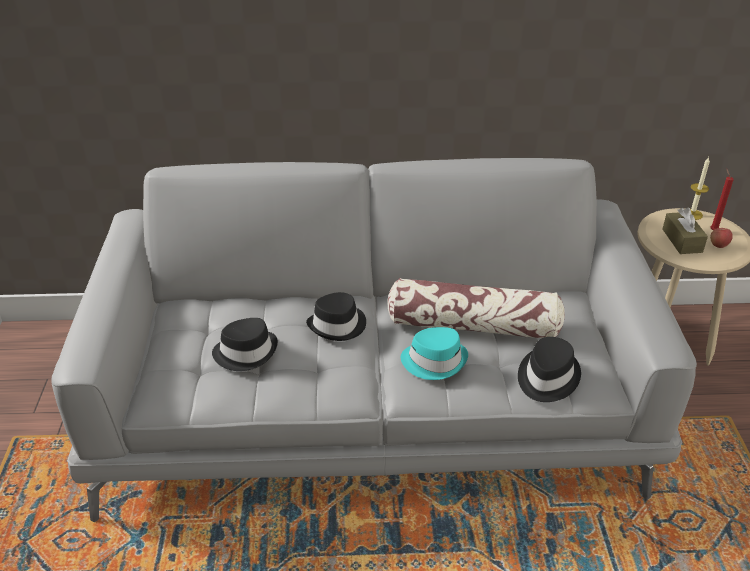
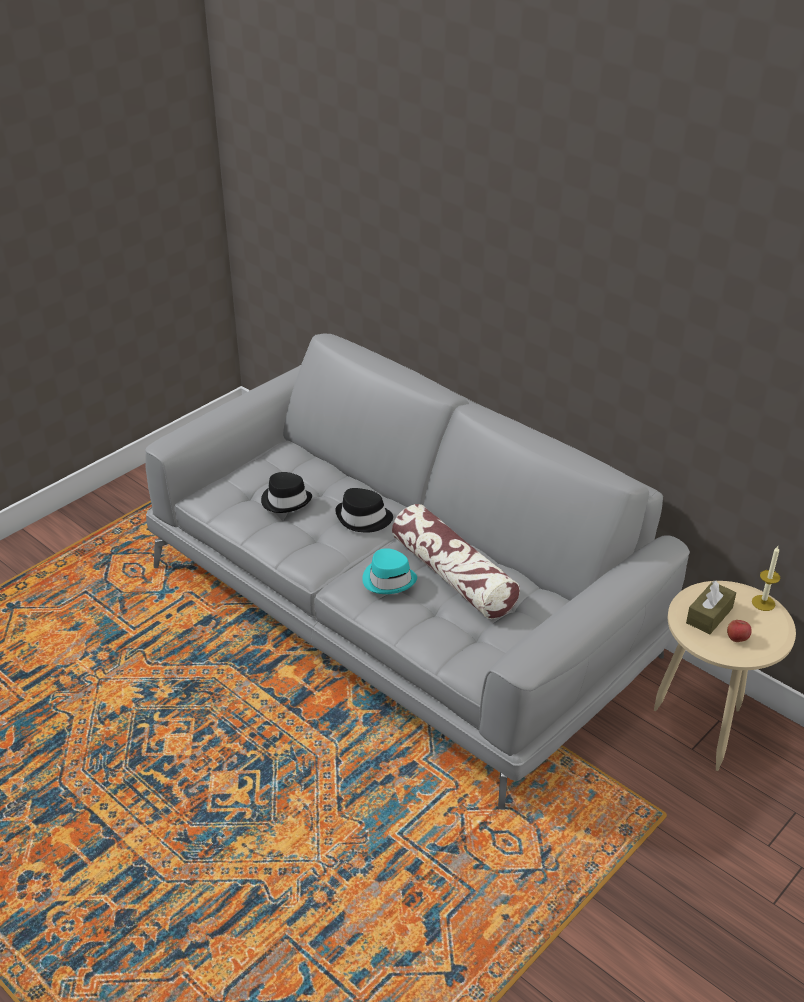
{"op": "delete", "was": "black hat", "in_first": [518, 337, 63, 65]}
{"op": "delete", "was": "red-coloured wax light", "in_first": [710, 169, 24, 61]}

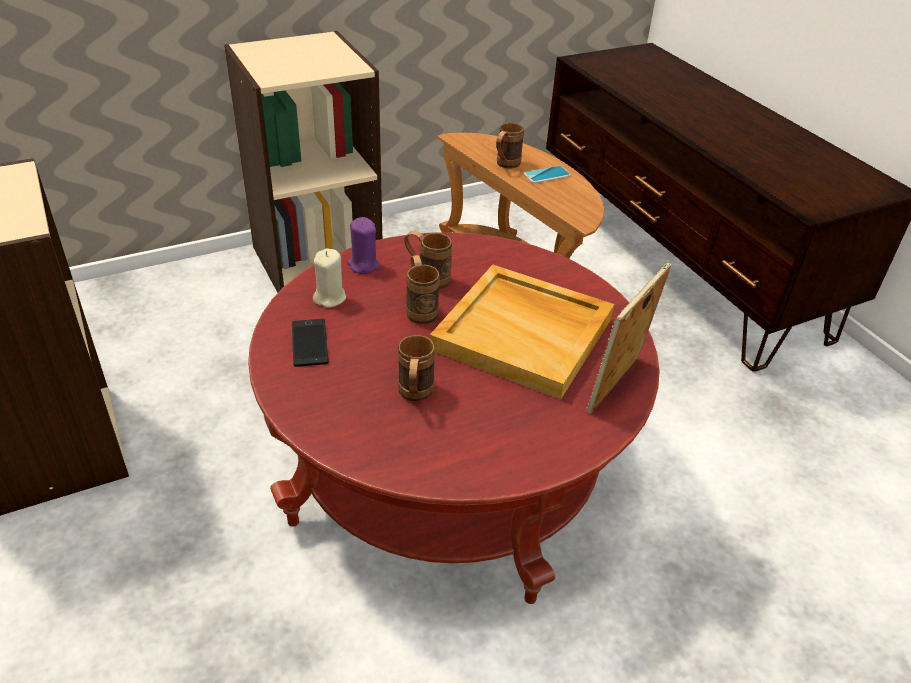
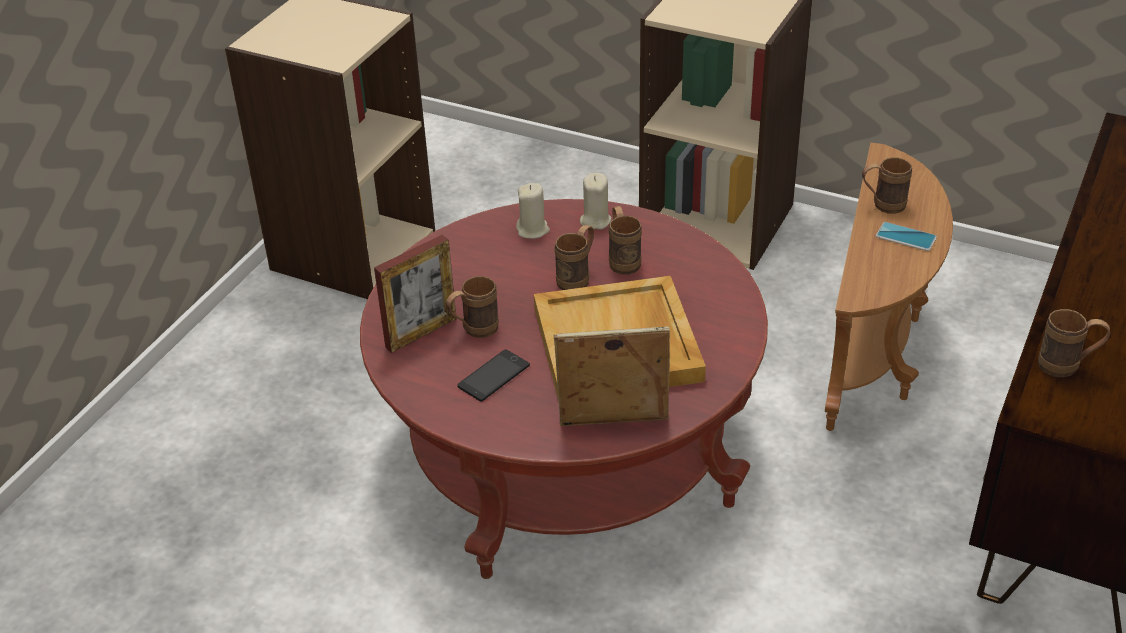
{"op": "insert", "now": "picture frame", "in_second": [374, 235, 82, 118]}
{"op": "move", "was": "phone", "in_first": [292, 319, 36, 48], "in_second": [457, 349, 73, 53]}
{"op": "recolor", "was": "purple-coloured wax light", "now": "sand-coloured wax light", "in_first": [347, 217, 33, 57], "in_second": [580, 173, 31, 57]}
{"op": "insert", "now": "brown mug", "in_second": [1038, 309, 72, 68]}

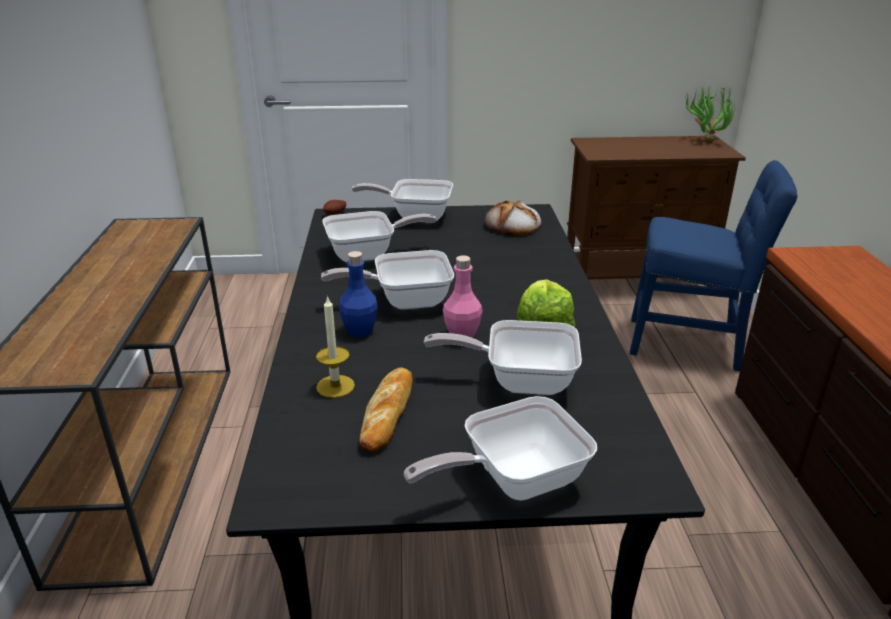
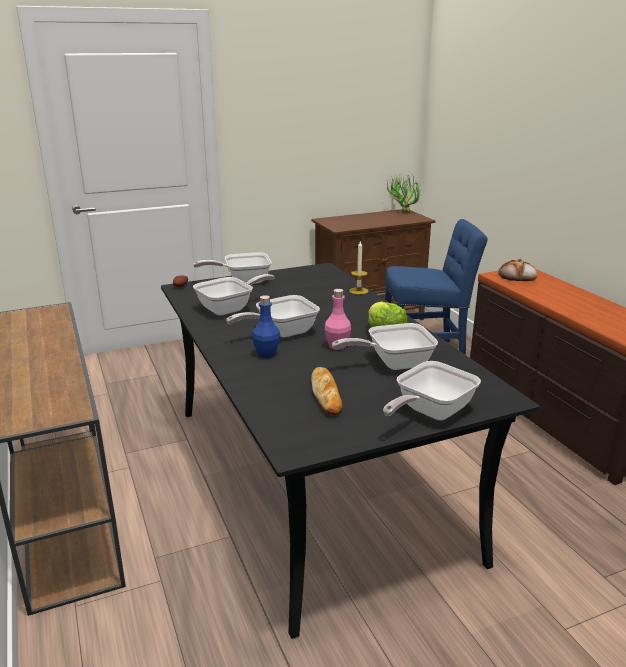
{"op": "move", "was": "wax light", "in_first": [316, 296, 39, 102], "in_second": [349, 240, 19, 55]}
{"op": "move", "was": "bakery bread", "in_first": [484, 200, 57, 36], "in_second": [498, 259, 39, 22]}

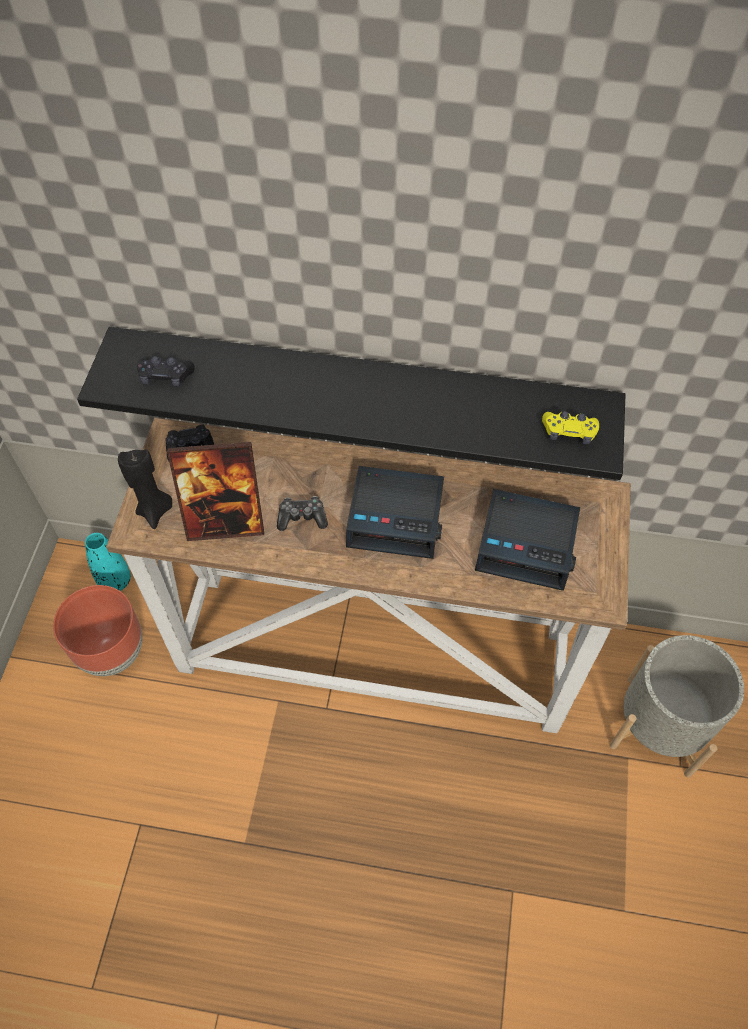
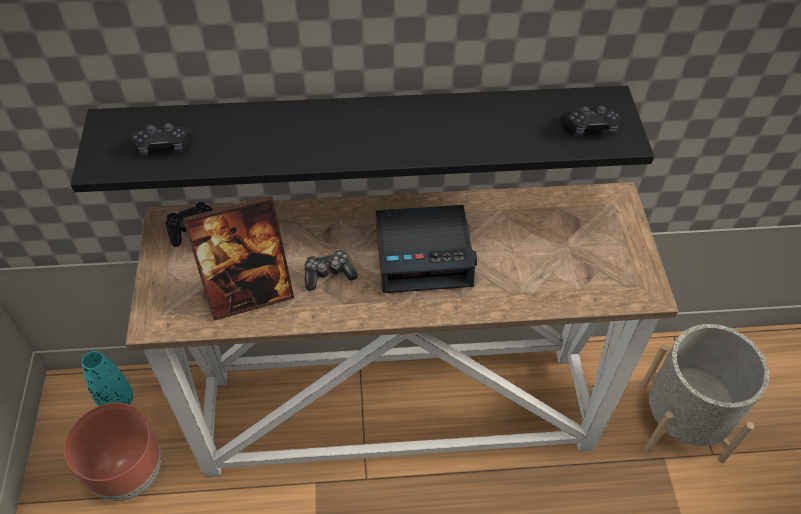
{"op": "recolor", "was": "yellowish game controller", "now": "black game controller", "in_first": [542, 411, 57, 34], "in_second": [561, 106, 60, 31]}
{"op": "delete", "was": "black wax light", "in_first": [118, 449, 54, 80]}
{"op": "delete", "was": "bedside clock", "in_first": [475, 489, 105, 102]}

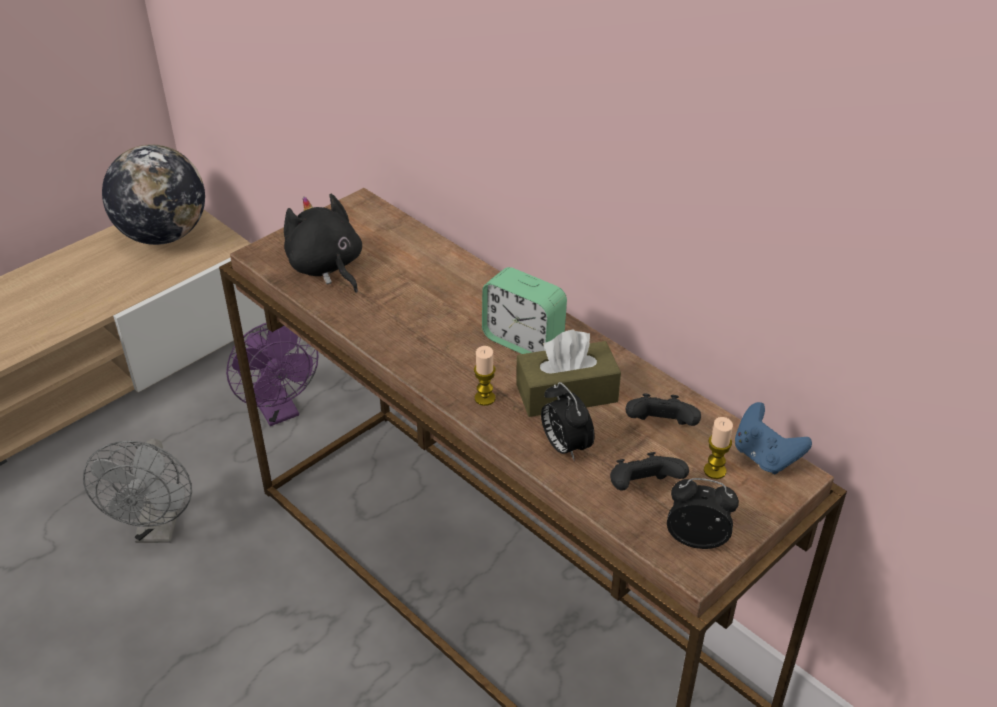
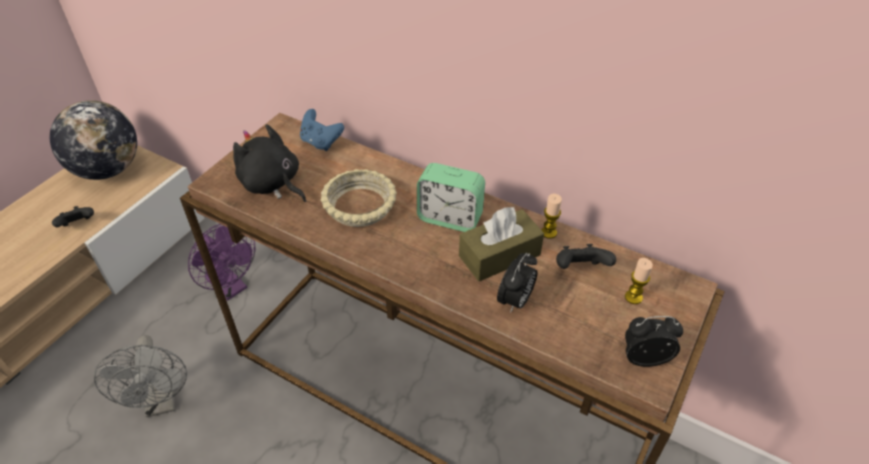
{"op": "move", "was": "black game controller", "in_first": [610, 452, 79, 39], "in_second": [52, 206, 42, 21]}
{"op": "move", "was": "bluish game controller", "in_first": [735, 402, 77, 72], "in_second": [300, 109, 44, 42]}
{"op": "insert", "now": "sand-coloured deep dish", "in_second": [321, 169, 76, 58]}
{"op": "rotate", "was": "bedside clock", "in_first": [541, 382, 54, 79], "in_second": [497, 253, 40, 60], "clockwise": -105}
{"op": "move", "was": "wax light", "in_first": [474, 346, 22, 60], "in_second": [542, 194, 20, 45]}

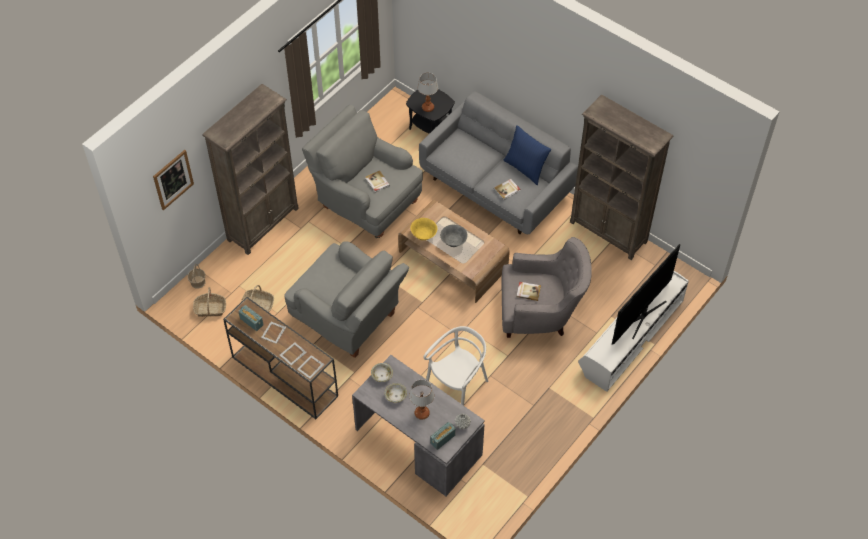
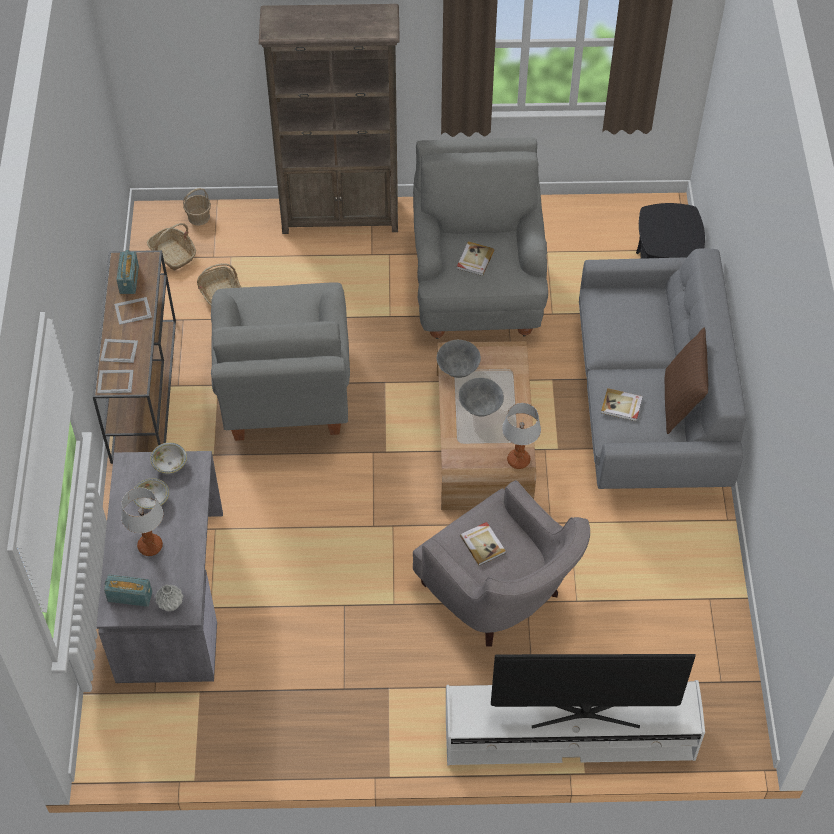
{"op": "recolor", "was": "yellowish deep dish", "now": "grey deep dish", "in_first": [410, 218, 27, 22], "in_second": [437, 340, 44, 38]}
{"op": "move", "was": "table lamp", "in_first": [418, 73, 20, 39], "in_second": [502, 403, 39, 66]}
{"op": "recolor", "was": "bluish cushion", "now": "brown cushion", "in_first": [504, 125, 47, 60], "in_second": [665, 328, 43, 106]}
{"op": "delete", "was": "wall picture", "in_first": [153, 150, 41, 60]}
{"op": "delete", "was": "white chair", "in_first": [423, 326, 65, 80]}
{"op": "delete", "was": "brown bookshelf", "in_first": [570, 95, 104, 165]}

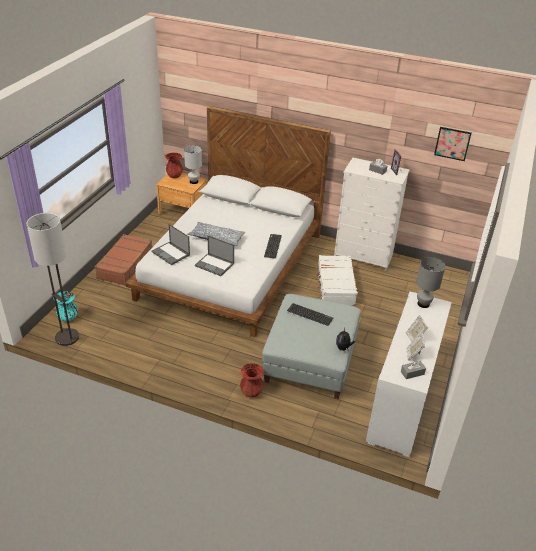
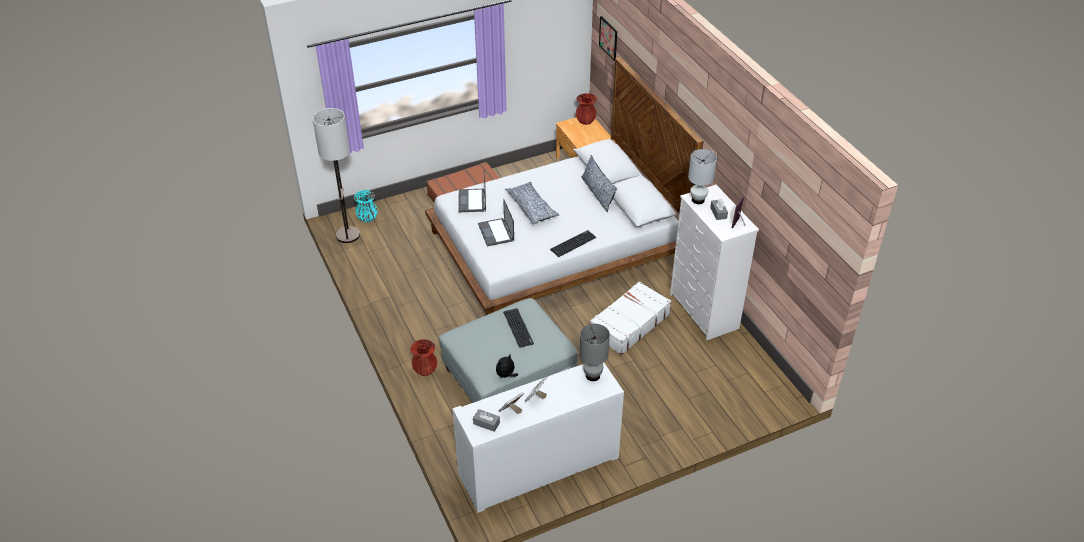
{"op": "insert", "now": "cushion", "in_second": [581, 155, 36, 57]}
{"op": "move", "was": "wall picture", "in_first": [434, 127, 38, 34], "in_second": [599, 16, 18, 45]}
{"op": "move", "was": "white table lamp", "in_first": [184, 146, 18, 38], "in_second": [688, 149, 29, 55]}

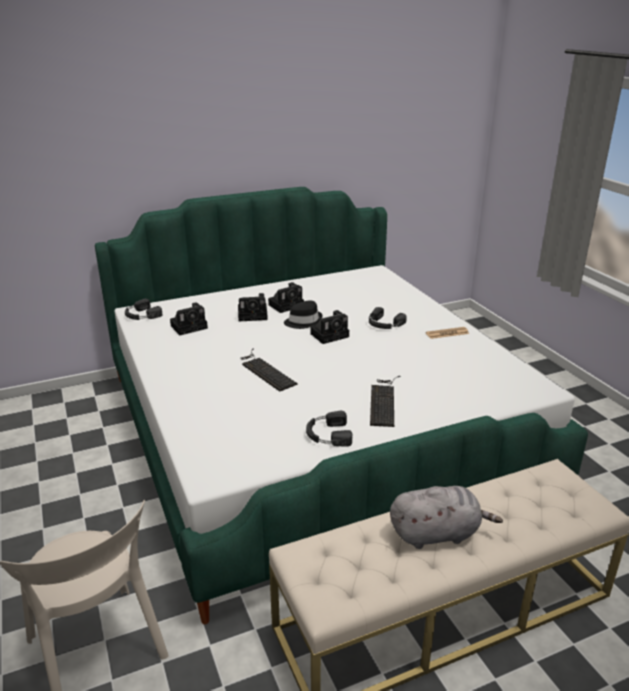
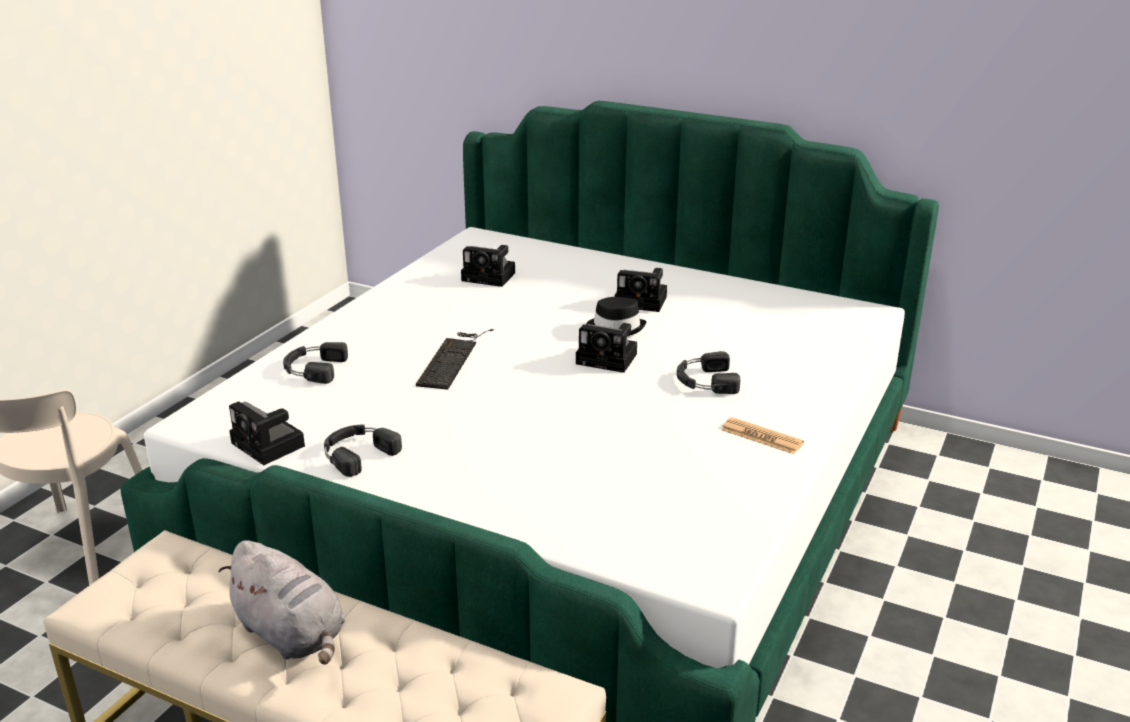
{"op": "move", "was": "still camera", "in_first": [238, 293, 30, 28], "in_second": [229, 401, 76, 64]}
{"op": "move", "was": "black headphones", "in_first": [125, 299, 37, 21], "in_second": [283, 342, 65, 42]}
{"op": "delete", "was": "keyboard", "in_first": [370, 376, 30, 51]}

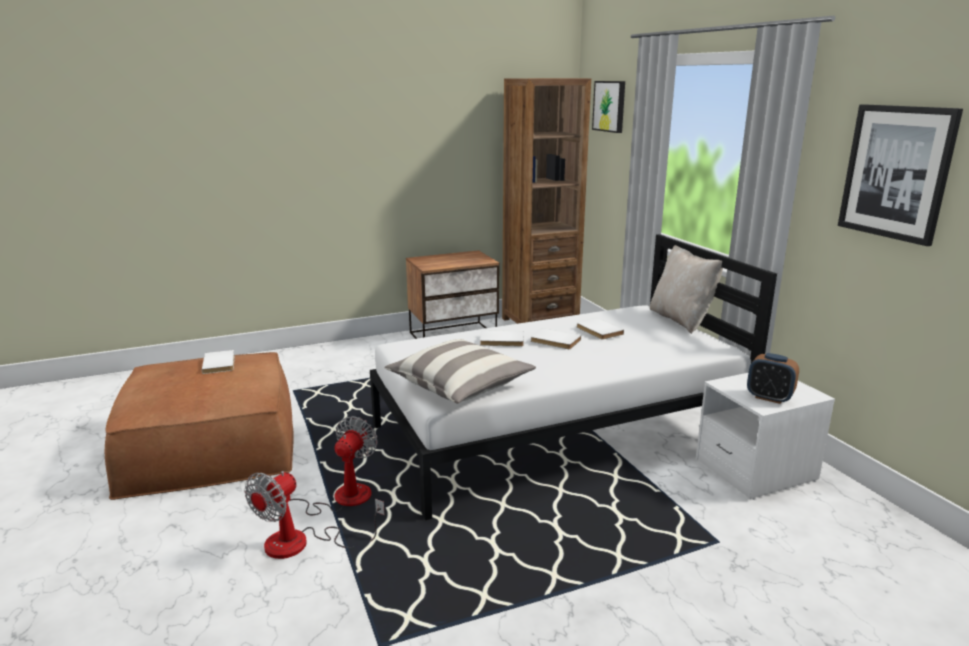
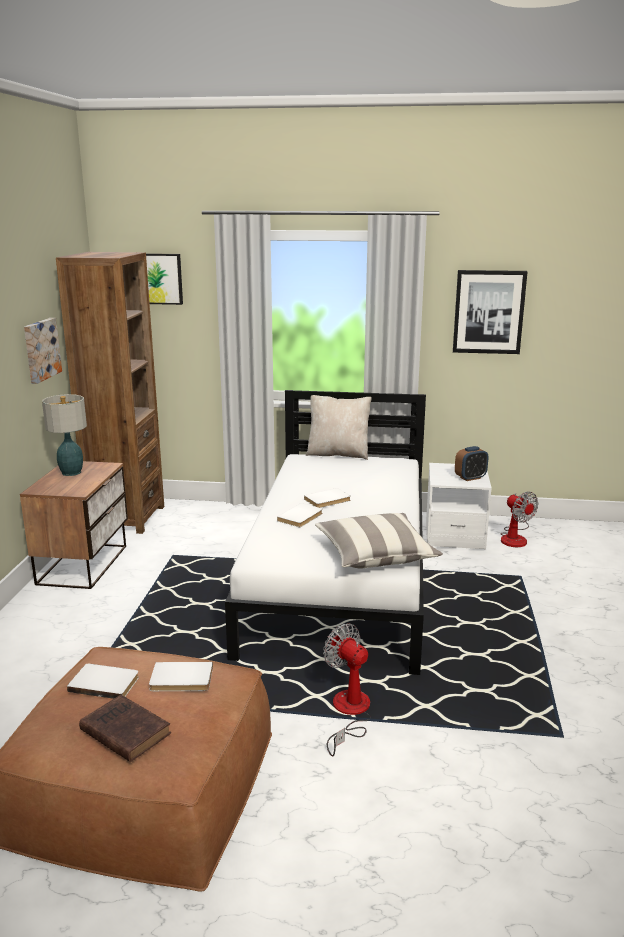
{"op": "insert", "now": "wall picture", "in_second": [24, 318, 38, 66]}
{"op": "insert", "now": "table lamp", "in_second": [42, 394, 45, 82]}
{"op": "insert", "now": "brown bound book", "in_second": [79, 695, 92, 67]}
{"op": "move", "was": "white bound book", "in_first": [577, 318, 47, 22], "in_second": [149, 662, 64, 29]}
{"op": "move", "was": "fan", "in_first": [244, 471, 141, 88], "in_second": [500, 492, 39, 55]}

